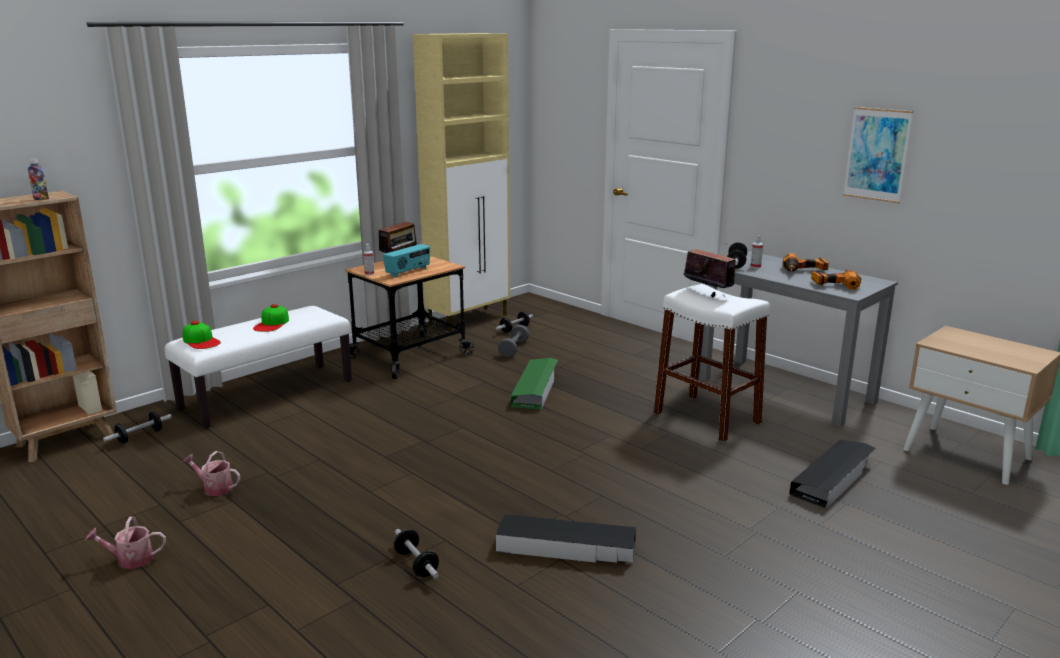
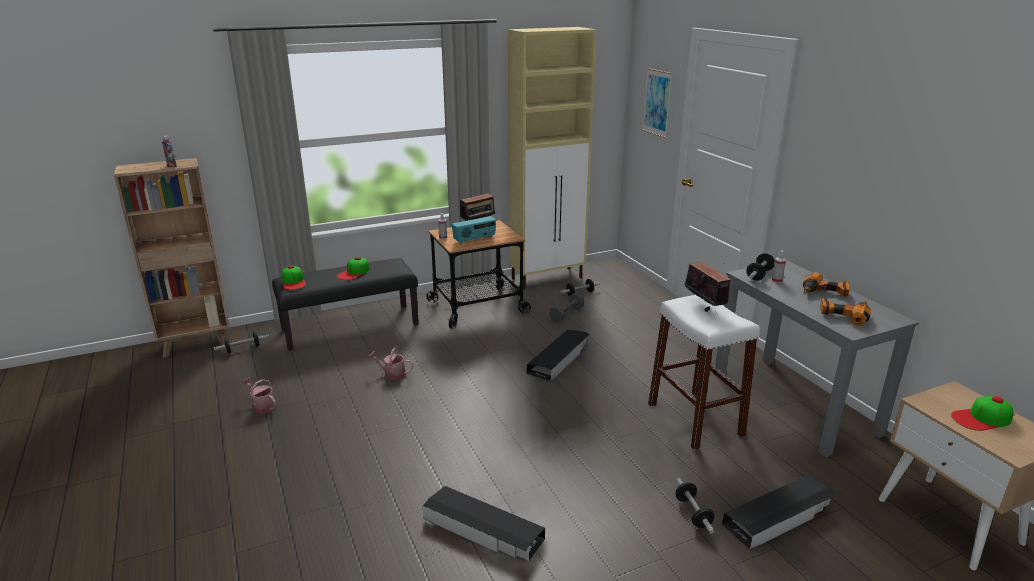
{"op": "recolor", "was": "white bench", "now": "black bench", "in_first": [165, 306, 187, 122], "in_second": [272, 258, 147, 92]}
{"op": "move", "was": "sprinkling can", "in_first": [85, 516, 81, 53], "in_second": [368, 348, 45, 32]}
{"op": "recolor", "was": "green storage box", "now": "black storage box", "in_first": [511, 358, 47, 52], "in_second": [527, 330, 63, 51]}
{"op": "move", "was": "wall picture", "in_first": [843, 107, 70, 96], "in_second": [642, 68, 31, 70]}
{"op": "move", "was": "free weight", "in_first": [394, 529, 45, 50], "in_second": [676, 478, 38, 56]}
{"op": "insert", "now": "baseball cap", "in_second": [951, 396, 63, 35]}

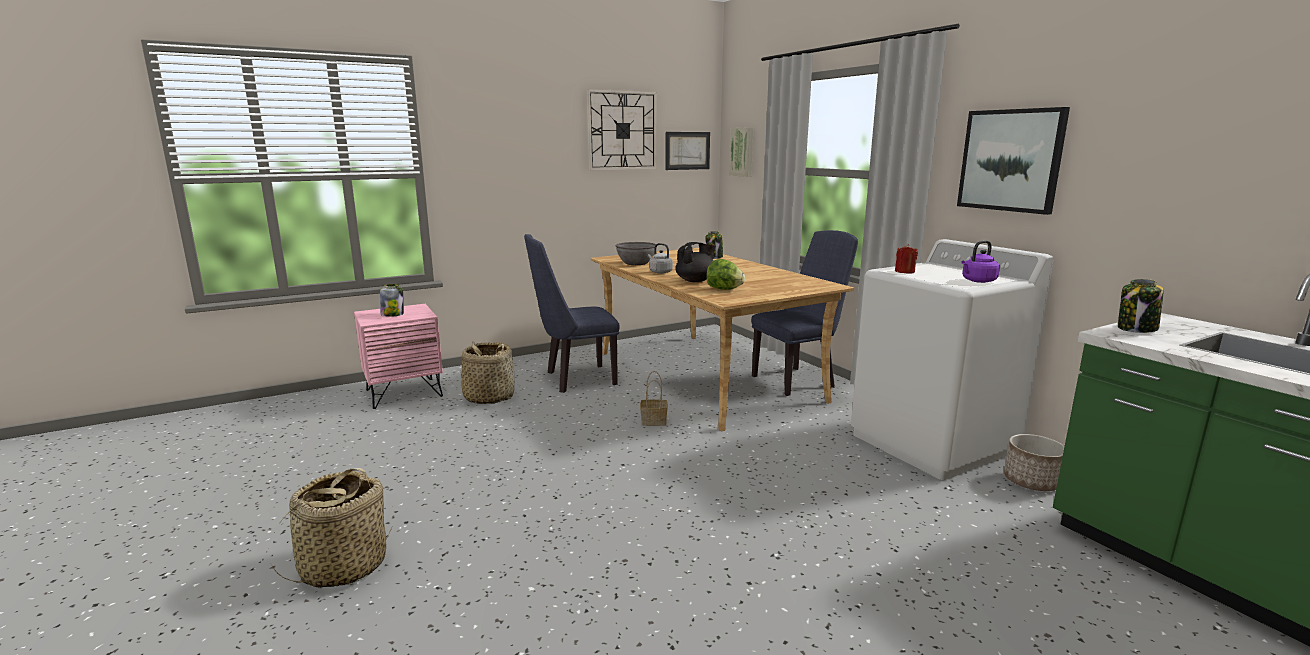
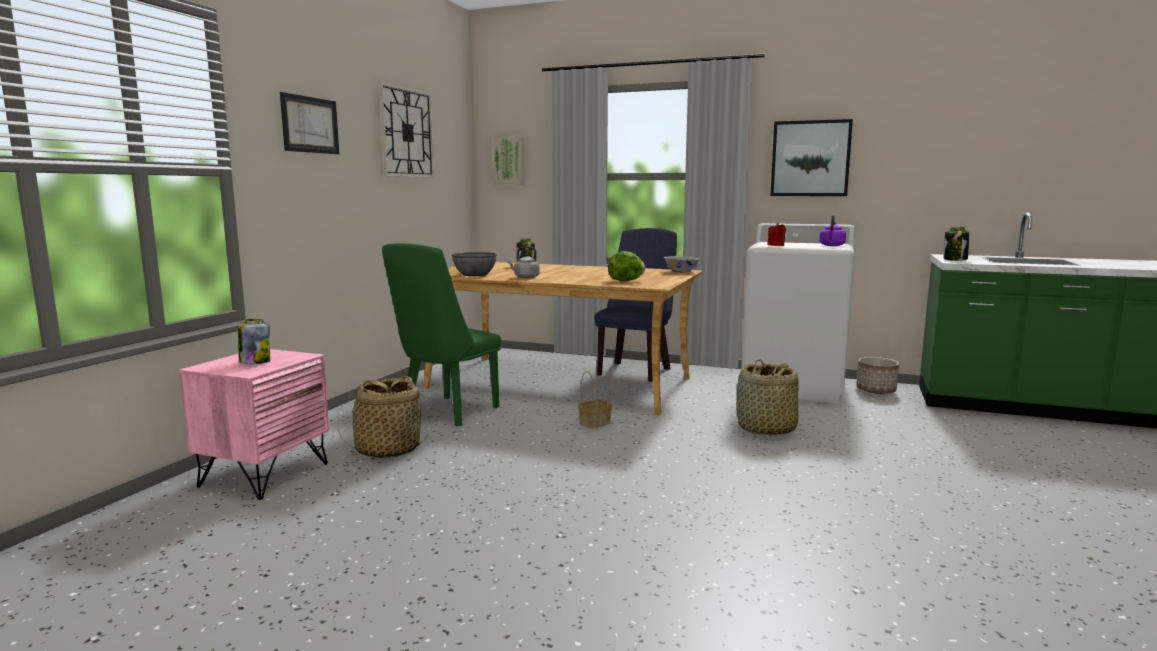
{"op": "move", "was": "wall picture", "in_first": [666, 132, 44, 38], "in_second": [280, 92, 59, 62]}
{"op": "recolor", "was": "bluish chair", "now": "green chair", "in_first": [524, 234, 96, 159], "in_second": [382, 243, 119, 183]}
{"op": "insert", "now": "white deep dish", "in_second": [664, 256, 36, 17]}
{"op": "move", "was": "storage basket", "in_first": [272, 468, 121, 120], "in_second": [737, 359, 62, 76]}
{"op": "delete", "was": "black teapot", "in_first": [675, 242, 41, 40]}

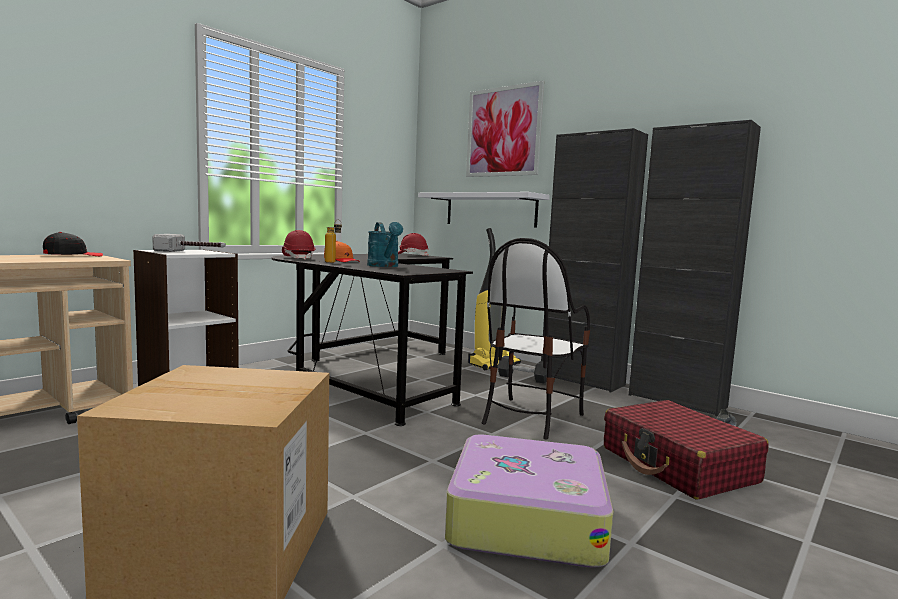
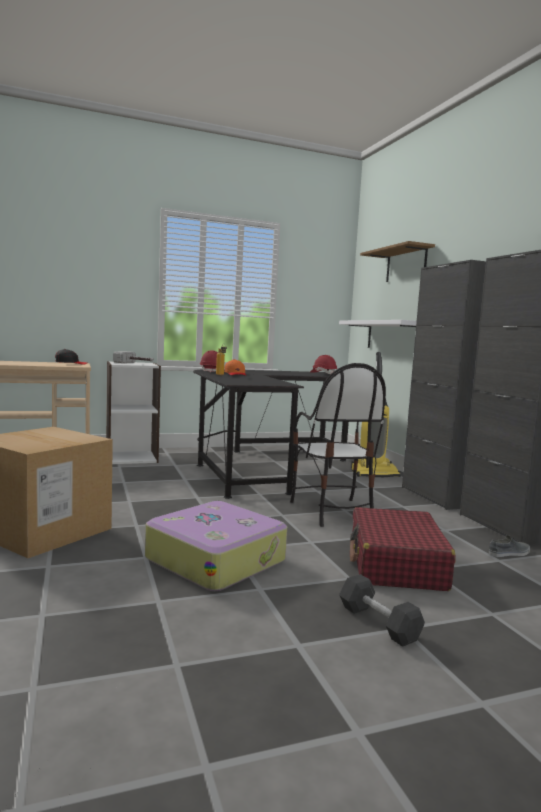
{"op": "rotate", "was": "chair", "in_first": [482, 238, 108, 202], "in_second": [290, 363, 96, 164], "clockwise": -75}
{"op": "move", "was": "black free weight", "in_first": [498, 356, 49, 27], "in_second": [339, 574, 86, 73]}
{"op": "replace", "was": "wall picture", "now": "shelf", "in_first": [466, 81, 78, 96], "in_second": [360, 241, 75, 41]}
{"op": "delete", "was": "blue-green sprinkling can", "in_first": [367, 222, 36, 45]}

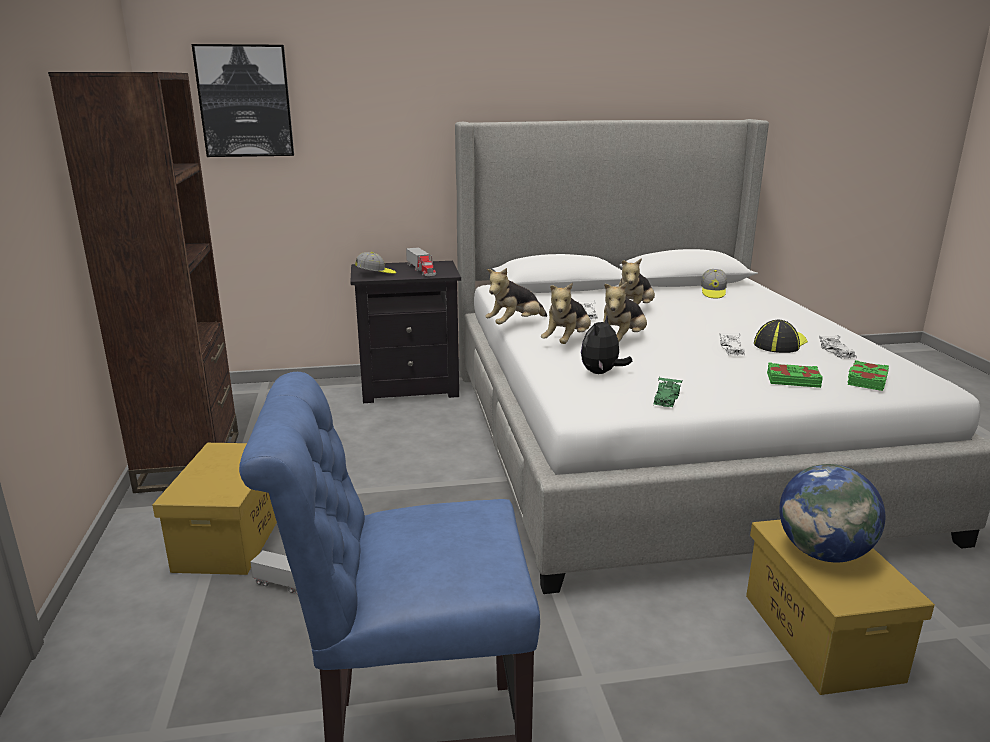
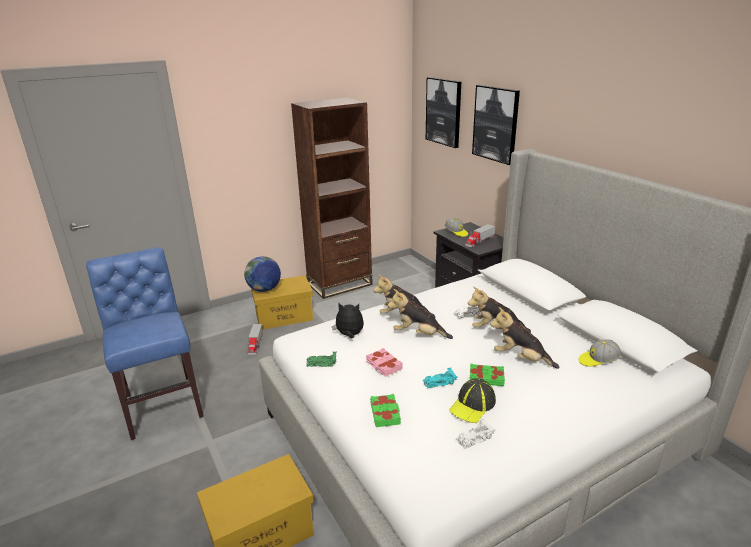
{"op": "move", "was": "world globe", "in_first": [779, 464, 106, 98], "in_second": [244, 256, 37, 36]}
{"op": "insert", "now": "pink bound book", "in_second": [366, 348, 37, 29]}
{"op": "recolor", "was": "white model car", "now": "blue-green model car", "in_first": [720, 333, 25, 23], "in_second": [423, 368, 35, 21]}
{"op": "rotate", "was": "baseball cap", "in_first": [754, 319, 54, 34], "in_second": [449, 378, 47, 45], "clockwise": 105}
{"op": "move", "was": "green bound book", "in_first": [847, 360, 42, 31], "in_second": [470, 363, 35, 23]}
{"op": "insert", "now": "wall picture", "in_second": [472, 85, 48, 80]}
{"op": "move", "was": "cuddly toy", "in_first": [485, 268, 62, 57], "in_second": [490, 307, 69, 62]}

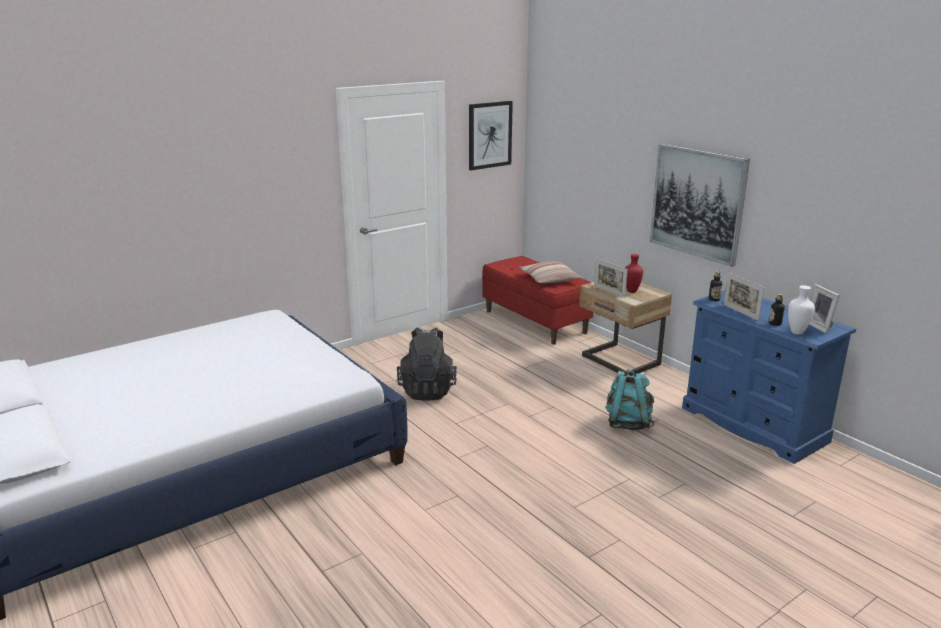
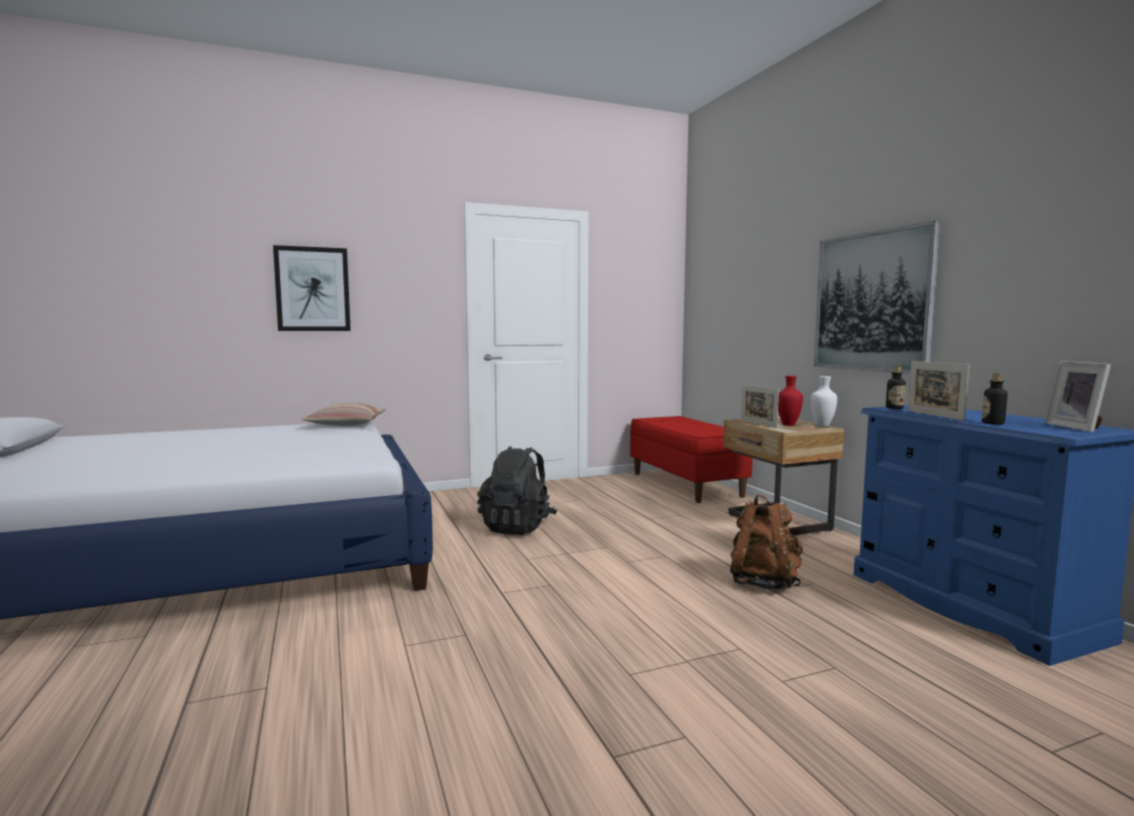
{"op": "move", "was": "wall picture", "in_first": [469, 101, 44, 69], "in_second": [273, 245, 78, 86]}
{"op": "move", "was": "cushion", "in_first": [519, 262, 64, 21], "in_second": [302, 403, 84, 23]}
{"op": "recolor", "was": "blue-green backpack", "now": "brown backpack", "in_first": [605, 369, 49, 62], "in_second": [730, 494, 73, 96]}
{"op": "move", "was": "white decorative vase", "in_first": [788, 285, 27, 49], "in_second": [811, 376, 26, 51]}

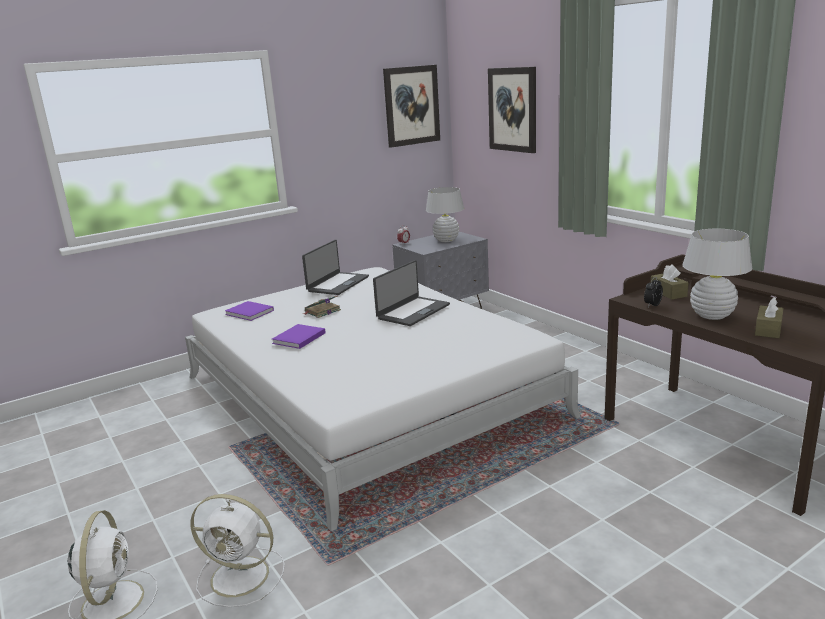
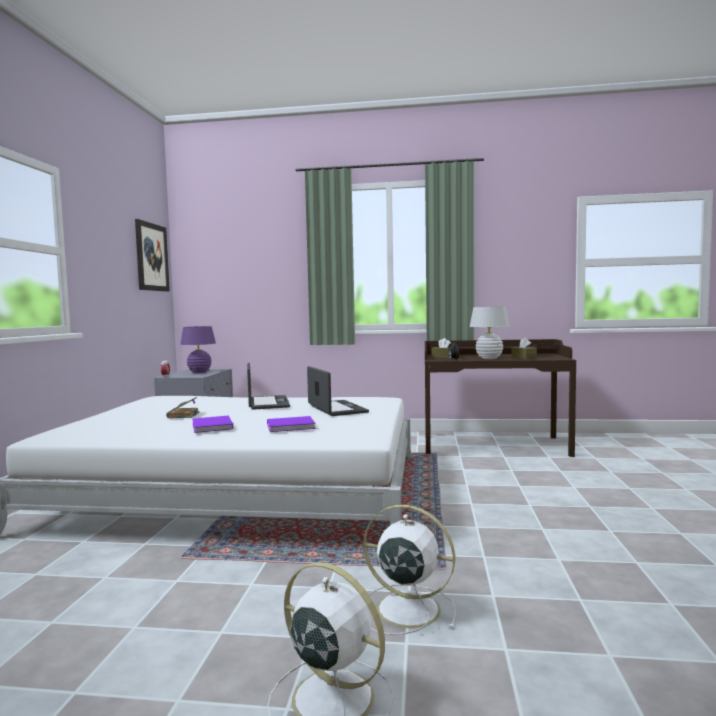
{"op": "recolor", "was": "white table lamp", "now": "purple-coloured table lamp", "in_first": [426, 187, 38, 55], "in_second": [180, 326, 36, 47]}
{"op": "move", "was": "purple-coloured bound book", "in_first": [225, 301, 49, 20], "in_second": [267, 416, 49, 16]}
{"op": "move", "was": "laptop", "in_first": [302, 240, 67, 55], "in_second": [307, 366, 62, 50]}
{"op": "rotate", "was": "white fan", "in_first": [191, 494, 94, 113], "in_second": [363, 505, 93, 130], "clockwise": -120}
{"op": "delete", "was": "wall picture", "in_first": [488, 67, 48, 86]}

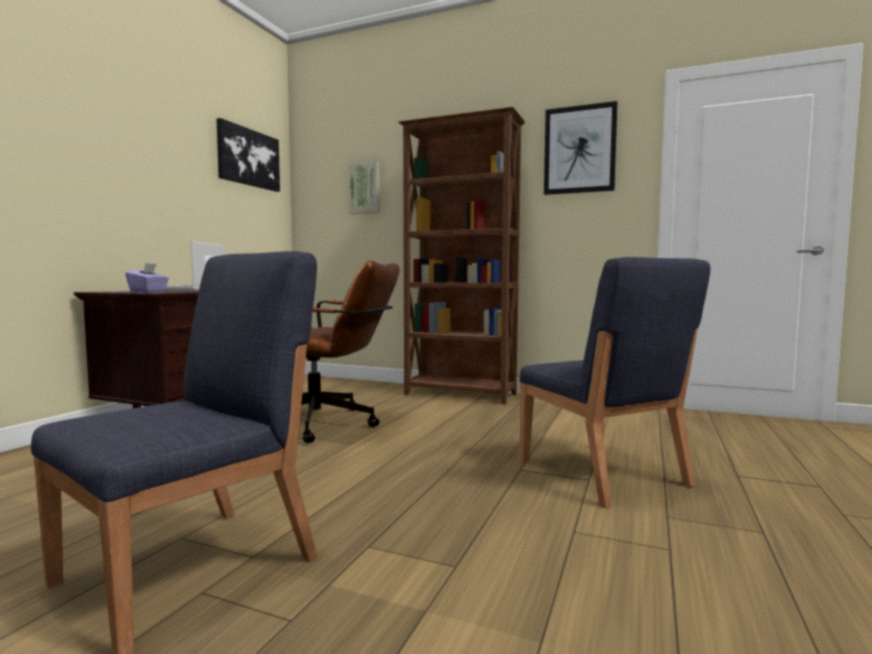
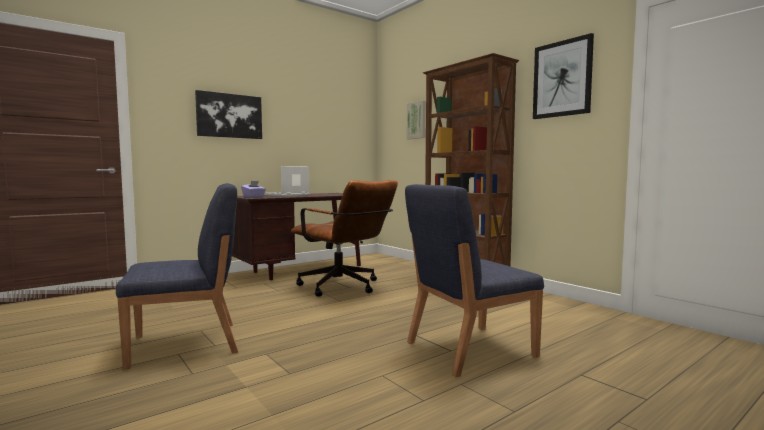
{"op": "move", "was": "wall picture", "in_first": [216, 118, 64, 74], "in_second": [195, 90, 67, 49]}
{"op": "rotate", "was": "bluish chair", "in_first": [519, 257, 191, 251], "in_second": [405, 184, 139, 193], "clockwise": 60}

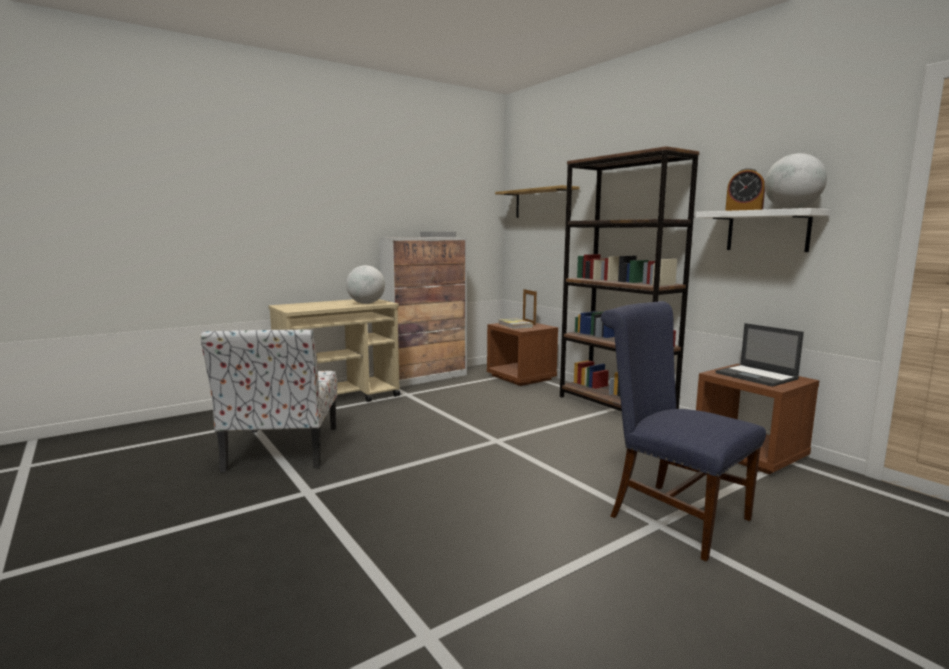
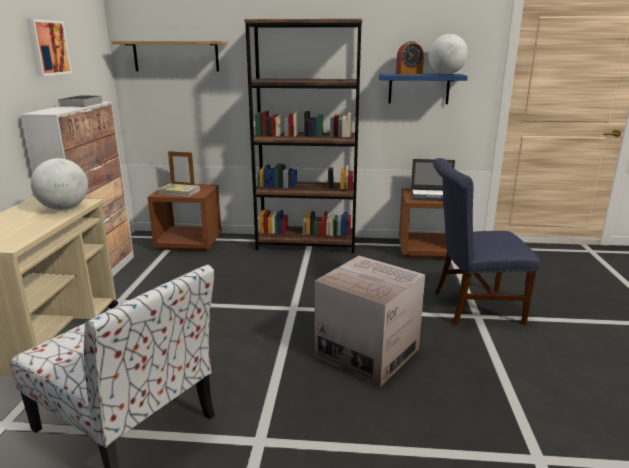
{"op": "insert", "now": "wall picture", "in_second": [27, 19, 45, 57]}
{"op": "insert", "now": "carton", "in_second": [315, 256, 110, 131]}
{"op": "recolor", "was": "white shelf", "now": "bluish shelf", "in_first": [696, 208, 135, 44], "in_second": [379, 74, 89, 30]}

